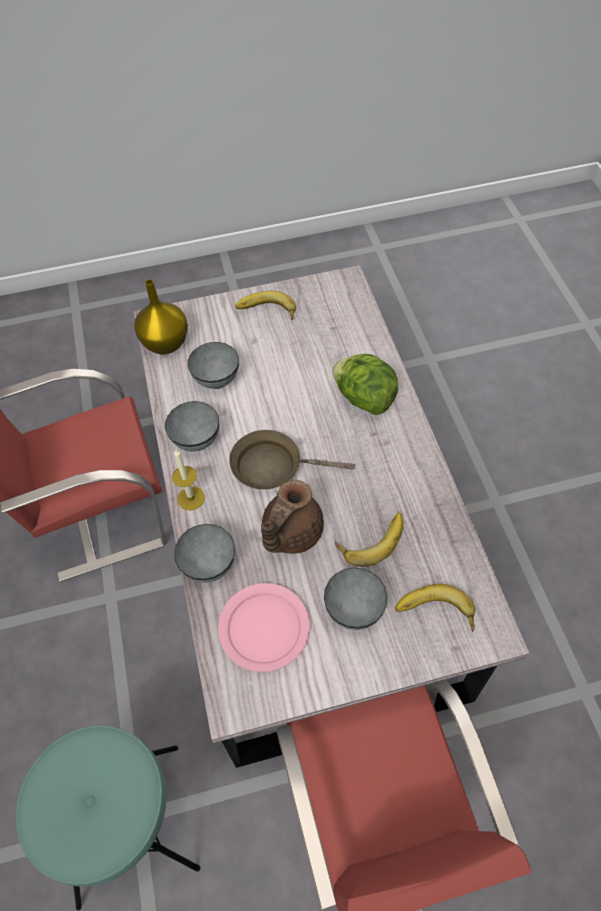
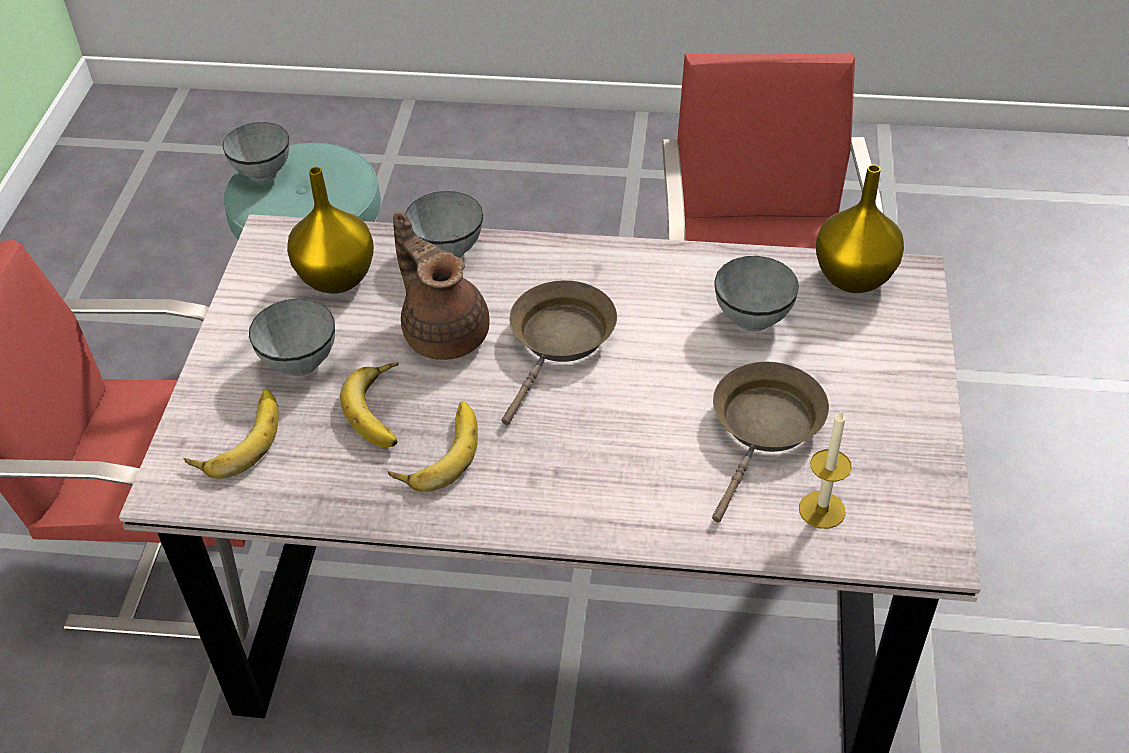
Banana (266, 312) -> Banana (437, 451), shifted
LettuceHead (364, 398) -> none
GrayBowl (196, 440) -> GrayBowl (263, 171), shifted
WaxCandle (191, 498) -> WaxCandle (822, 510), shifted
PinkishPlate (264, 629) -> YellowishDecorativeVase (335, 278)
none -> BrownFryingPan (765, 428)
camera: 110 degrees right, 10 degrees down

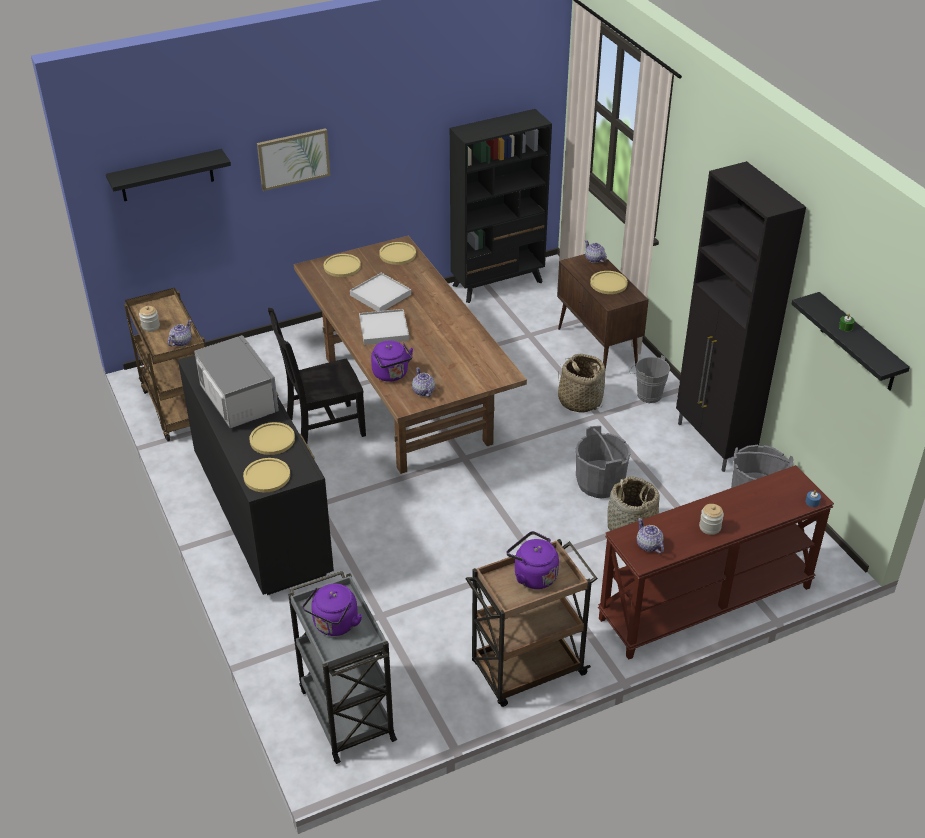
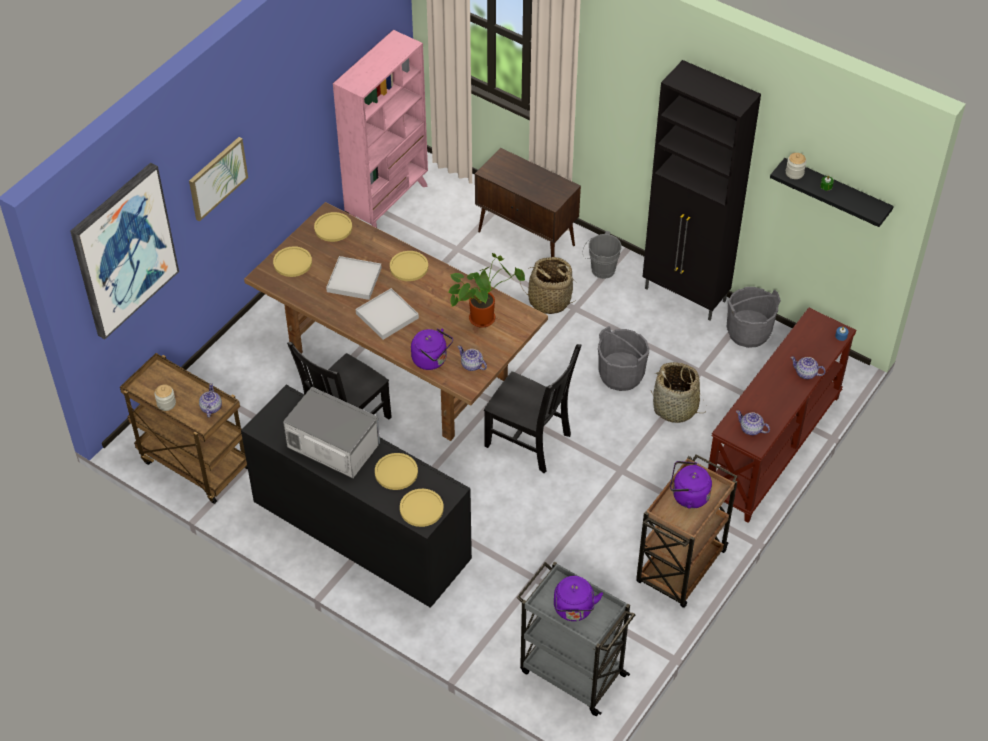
BlackBookshelf (498, 283) -> PinkishBookshelf (388, 203)
BlackShelf (167, 175) -> WallPicture (123, 250)
TeaPot (594, 259) -> TeaPot (806, 373), shifted
YellowishPlate (608, 283) -> YellowishPlate (409, 267), shifted
StorageJar (710, 527) -> StorageJar (794, 173), shifted
none -> Houseplant (483, 317)
none -> BlackPlainChair (530, 441)
camera: 30 degrees left, 10 degrees up

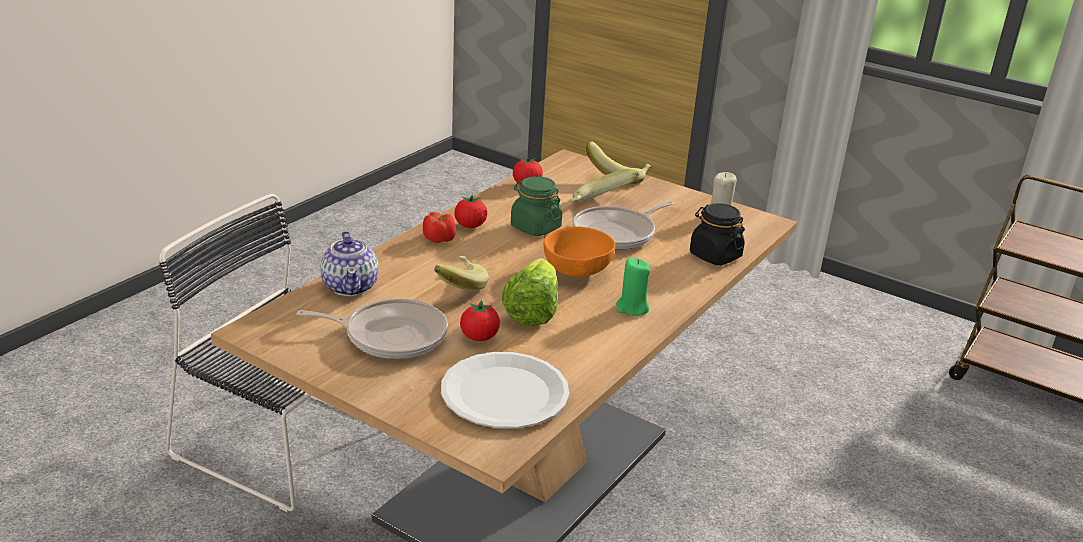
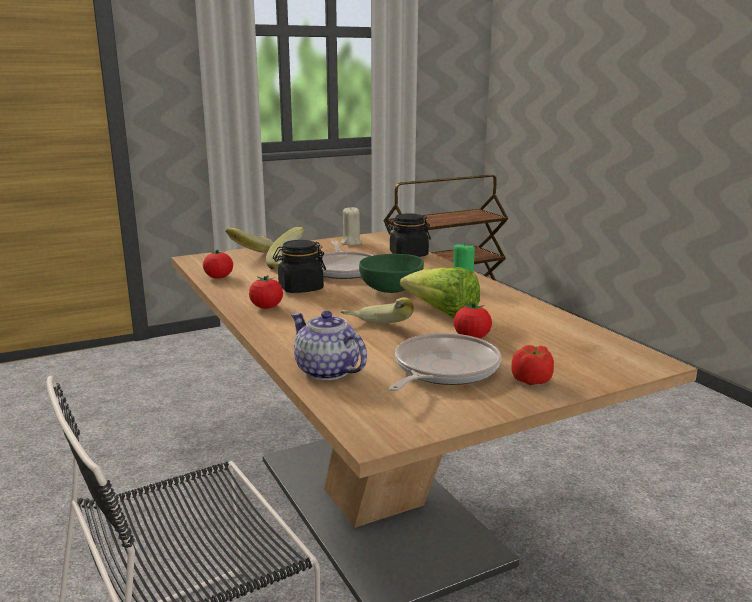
GreenColouredStorageJar (535, 227) -> BlackStorageJar (300, 288)
Tomato (439, 239) -> Tomato (532, 380), shifted
OrangeBowl (577, 272) -> GreenColouredBowl (392, 291)
TeaPot (351, 286) -> TeaPot (327, 371), 150 degrees counterclockwise
WhiteColouredPlate (505, 393) -> none
camera: 60 degrees left, 10 degrees down

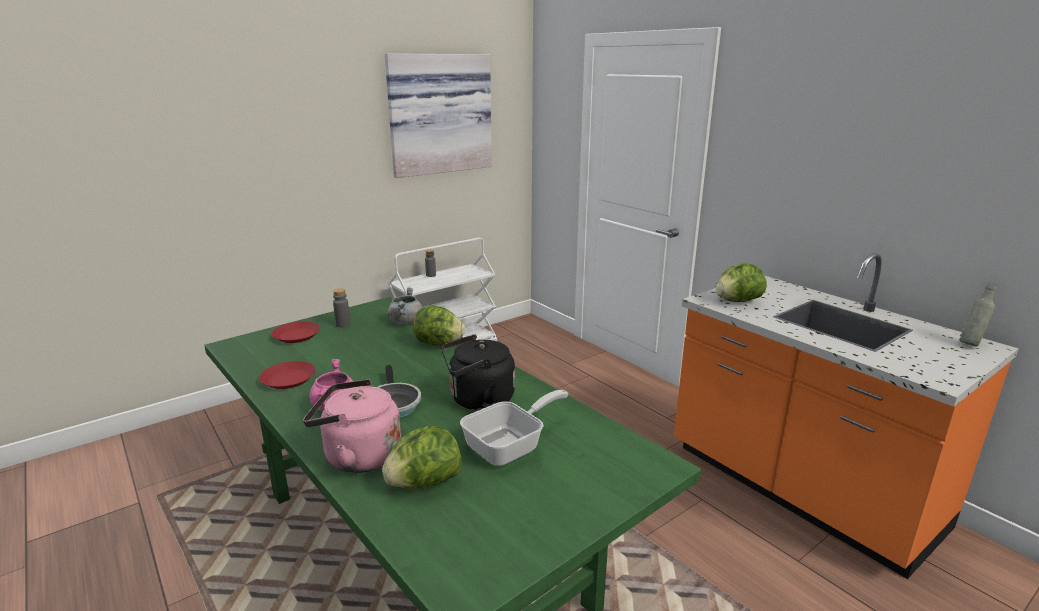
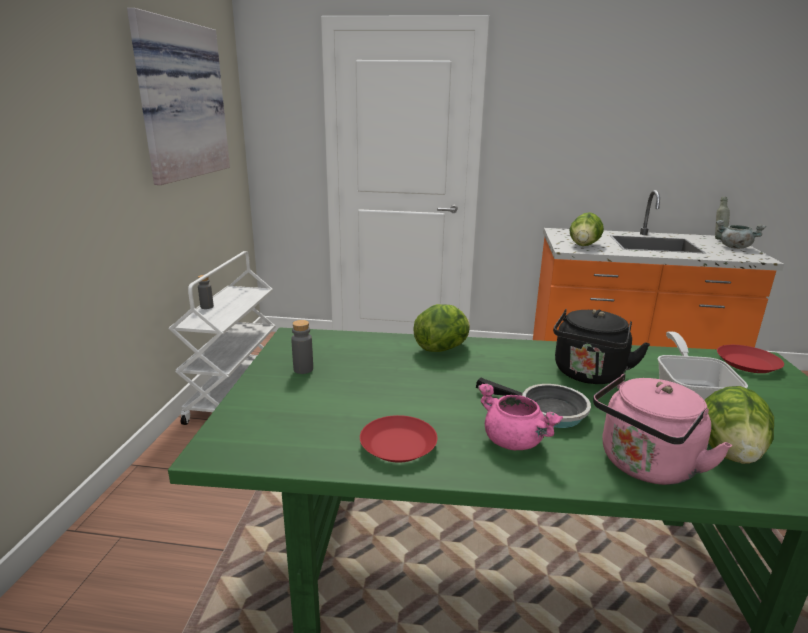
GrayCookingPot (405, 321) -> GrayCookingPot (734, 247), shifted
ReddishPlate (297, 336) -> ReddishPlate (747, 363), shifted
camera: 45 degrees left, 0 degrees up

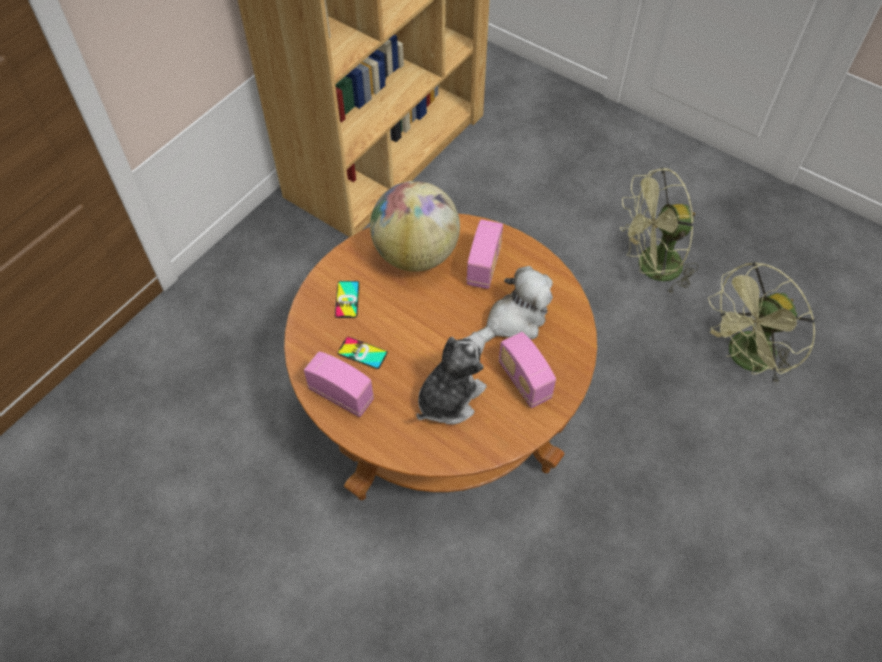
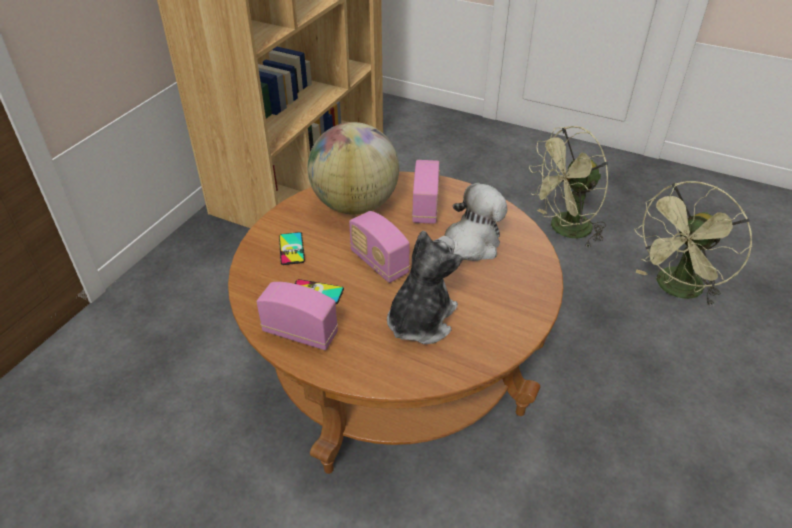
RadioSet (524, 381) -> RadioSet (379, 263), shifted
camera: 10 degrees left, 15 degrees down

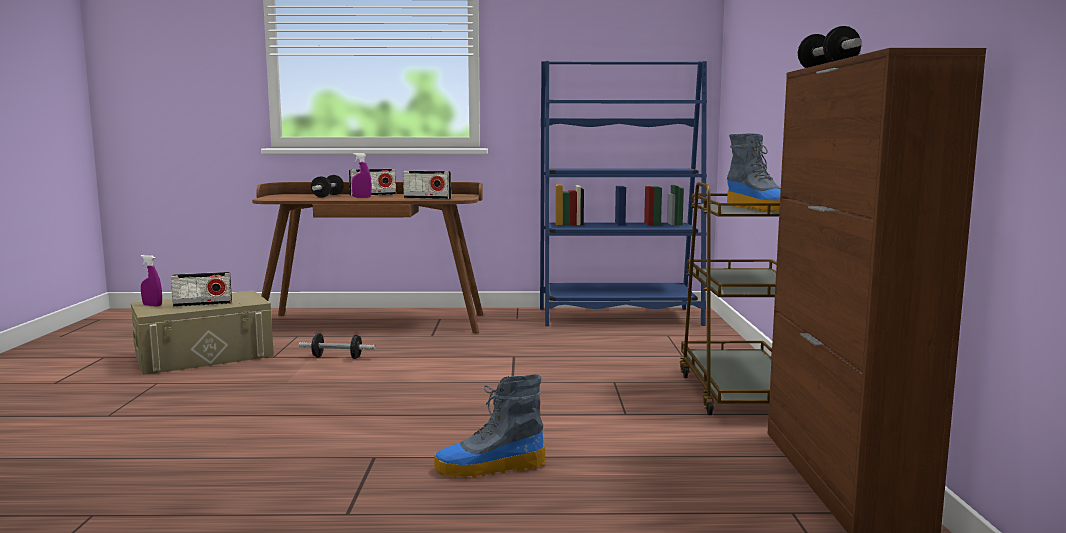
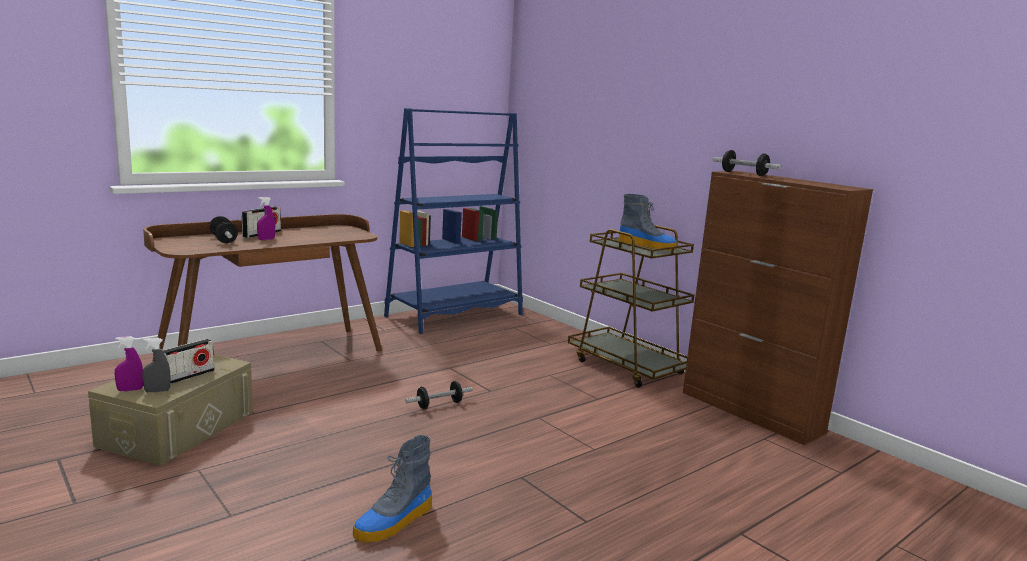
RadioSet (427, 198) -> none
FreeWeight (337, 357) -> FreeWeight (439, 405), shifted
Boot (489, 468) -> Boot (394, 522), shifted
none -> GraySprayer (157, 391)
camera: 40 degrees left, 5 degrees up

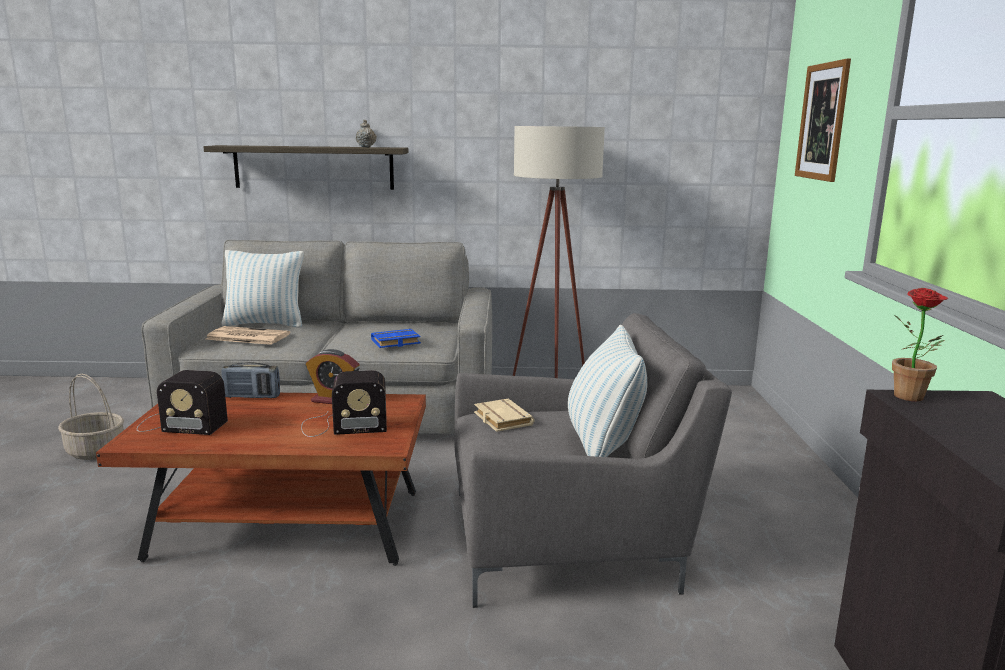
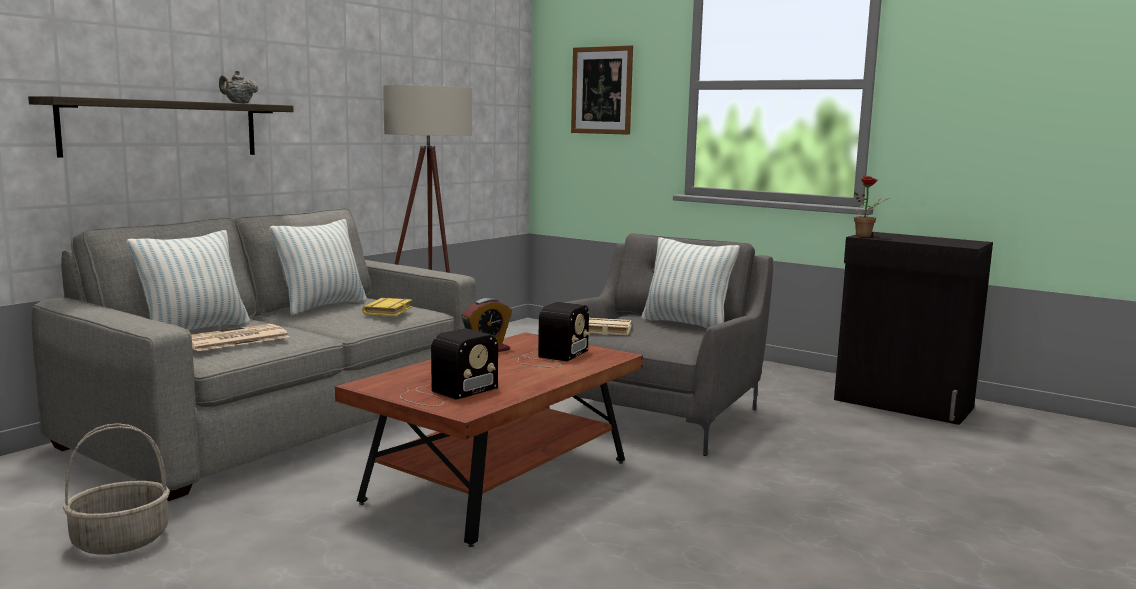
BlueColouredBoundBook (395, 342) -> YellowishBoundBook (389, 311)
RadioSet (252, 396) -> none
none -> Pillow (322, 306)
camera: 55 degrees left, 5 degrees down

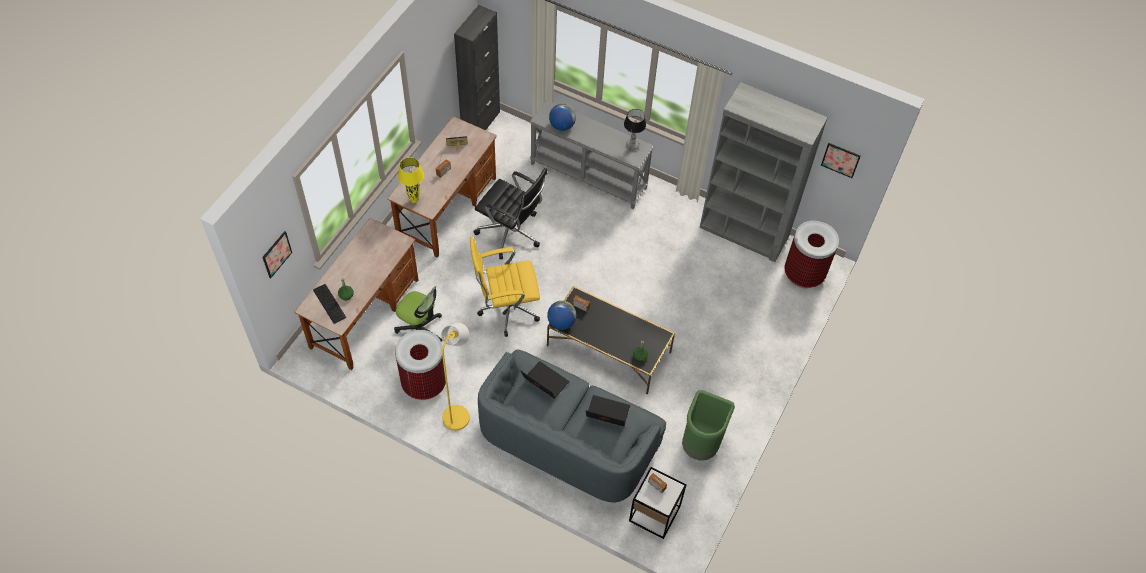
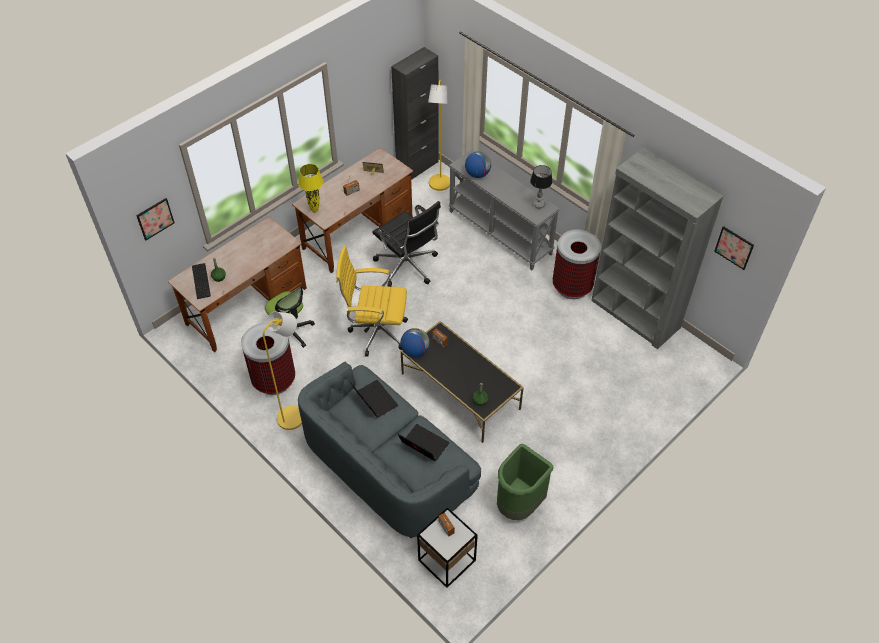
WasteBin (804, 274) -> WasteBin (572, 286), shifted
none -> YellowishFloorLamp (439, 186)
camera: 20 degrees right, 5 degrees down

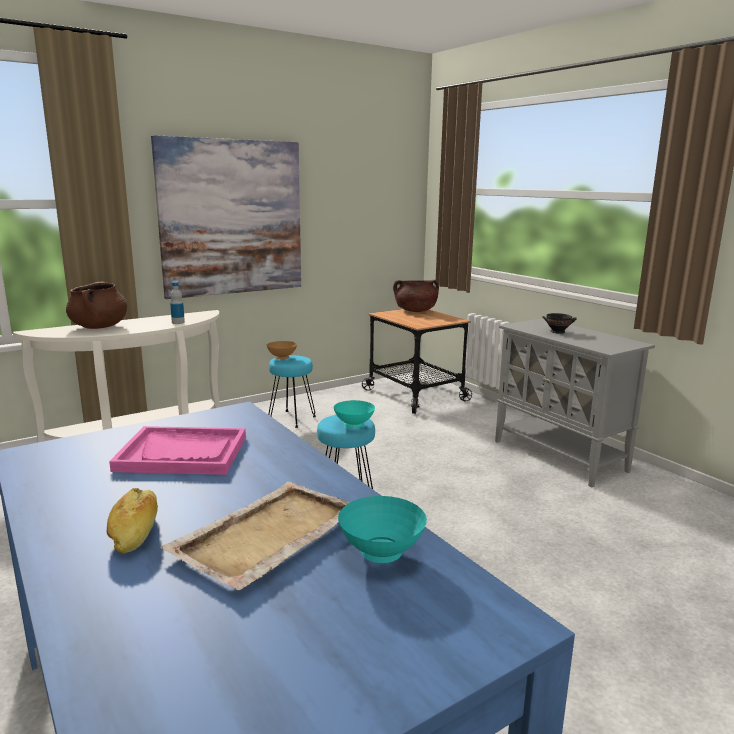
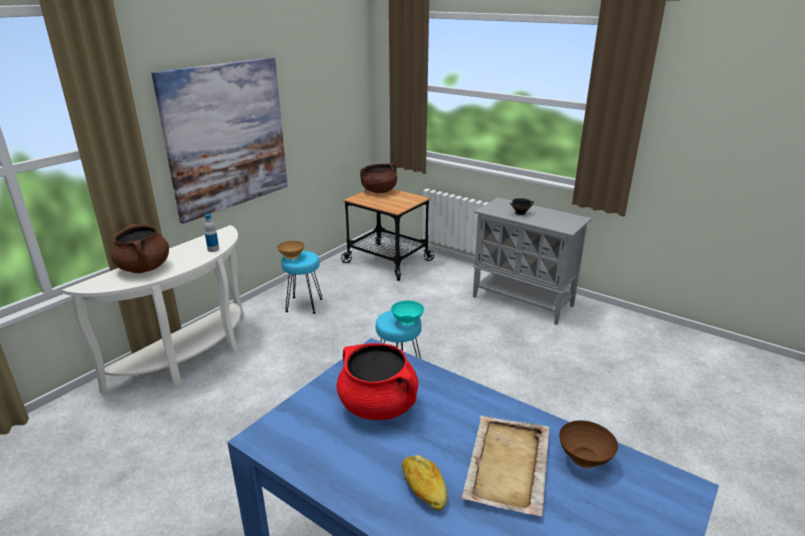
PinkishCarryingTray (183, 453) -> ReddishCookingPot (378, 406)
TurquoiseColouredBowl (379, 554) -> BrownBowl (583, 460)
camera: 20 degrees left, 10 degrees up

